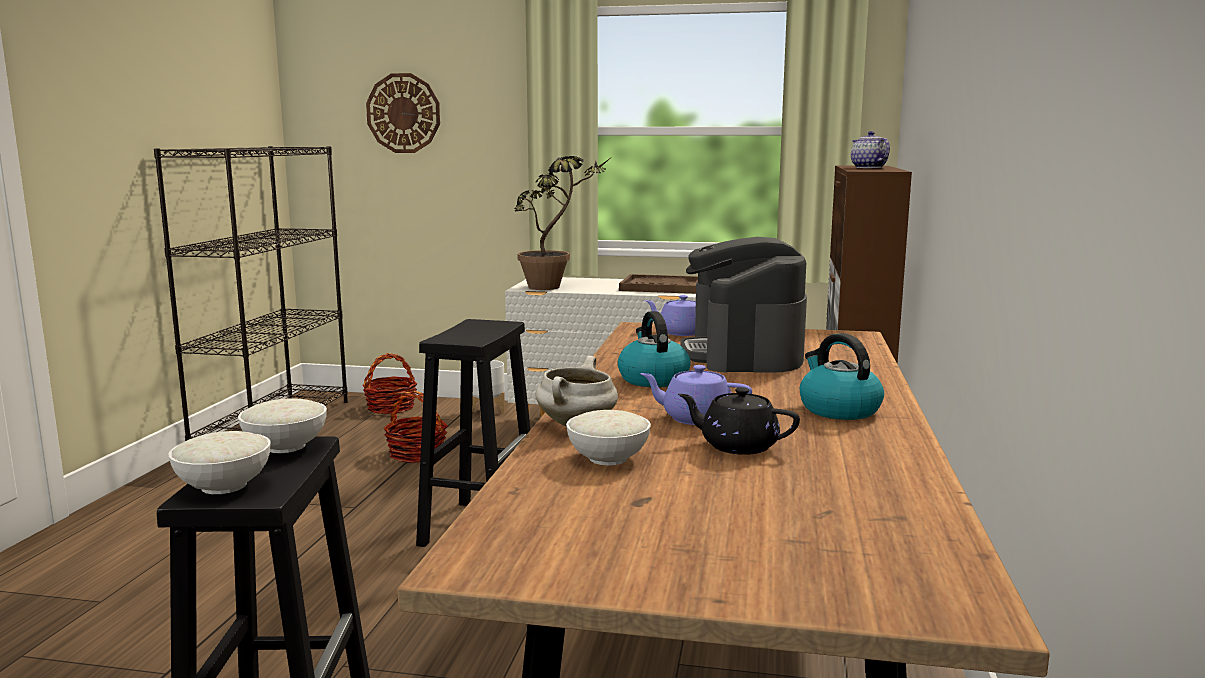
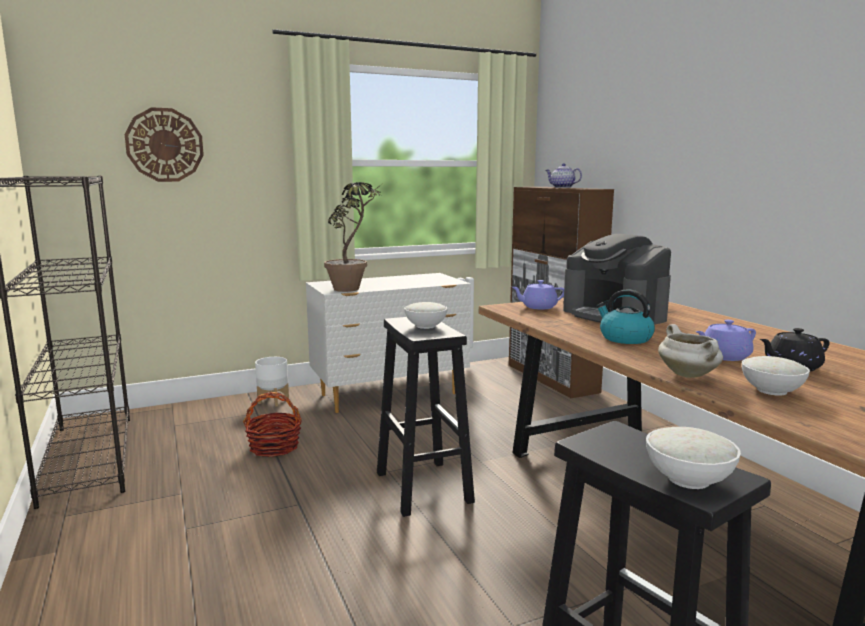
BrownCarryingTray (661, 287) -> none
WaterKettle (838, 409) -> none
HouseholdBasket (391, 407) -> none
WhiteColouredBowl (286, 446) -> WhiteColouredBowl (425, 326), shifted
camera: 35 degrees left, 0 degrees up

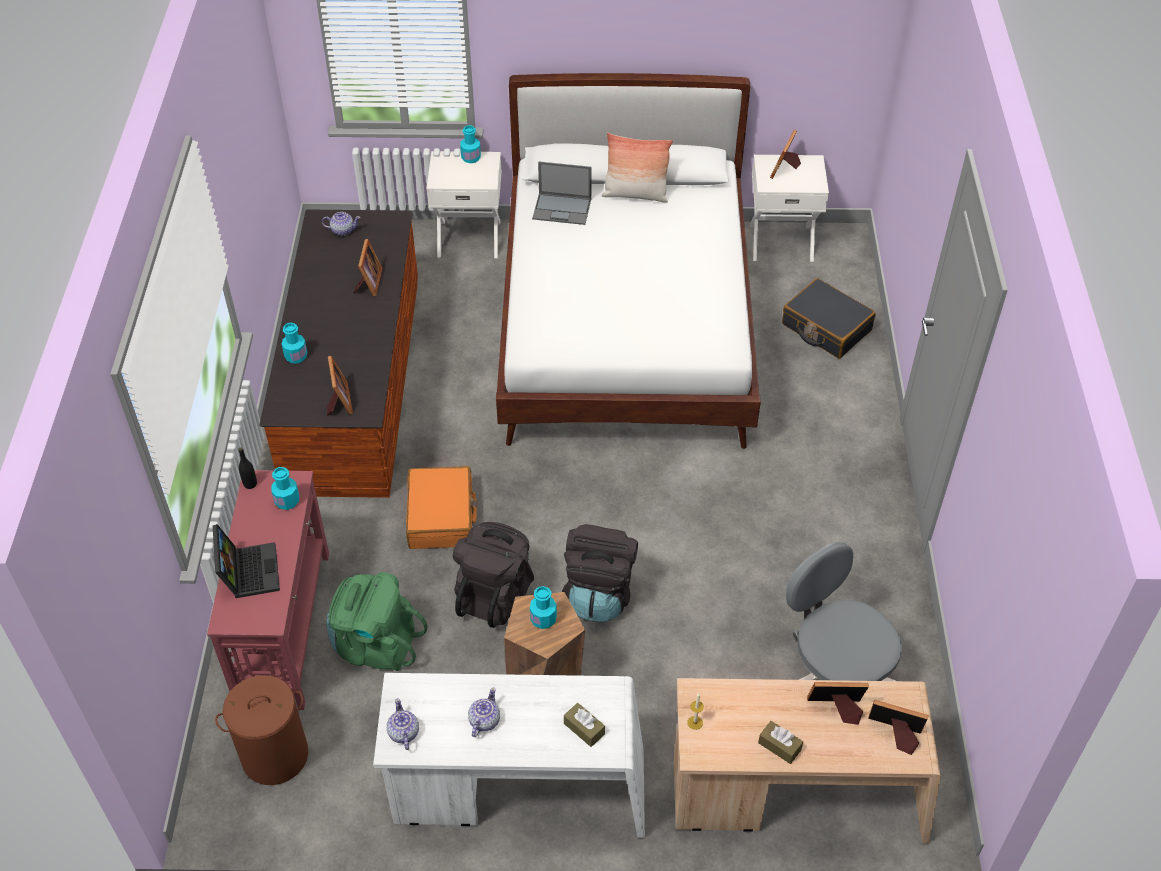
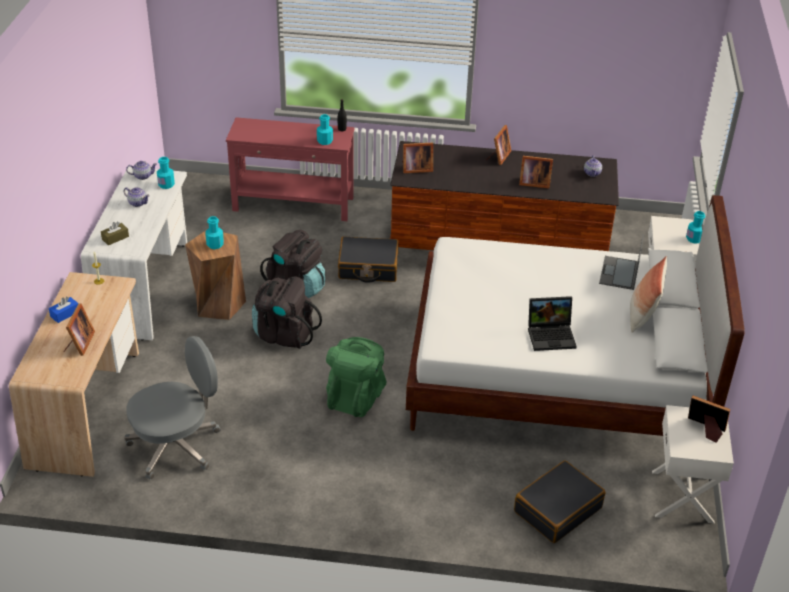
TurquoiseColouredDrinkBottle (296, 356) -> TurquoiseColouredDrinkBottle (166, 185), shifted
OrangeTravelCase (441, 516) -> BlackTravelCase (368, 267)
Laptop (248, 570) -> Laptop (552, 335), shifted
GreenColouredBackpack (375, 645) -> GreenColouredBackpack (356, 397), shifted
BrownLaundryBasket (274, 755) -> none
PhotoFrame (894, 734) -> PhotoFrame (498, 157), shifted
BrownTissueBox (779, 746) -> BlueColouredTissueBox (65, 314)
camera: 95 degrees right, 10 degrees down

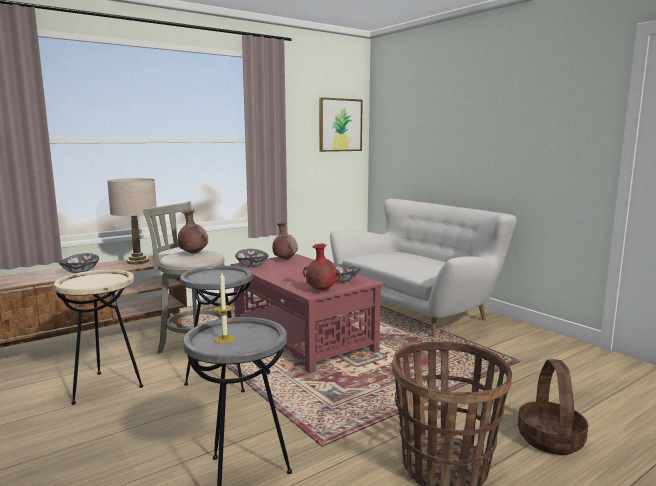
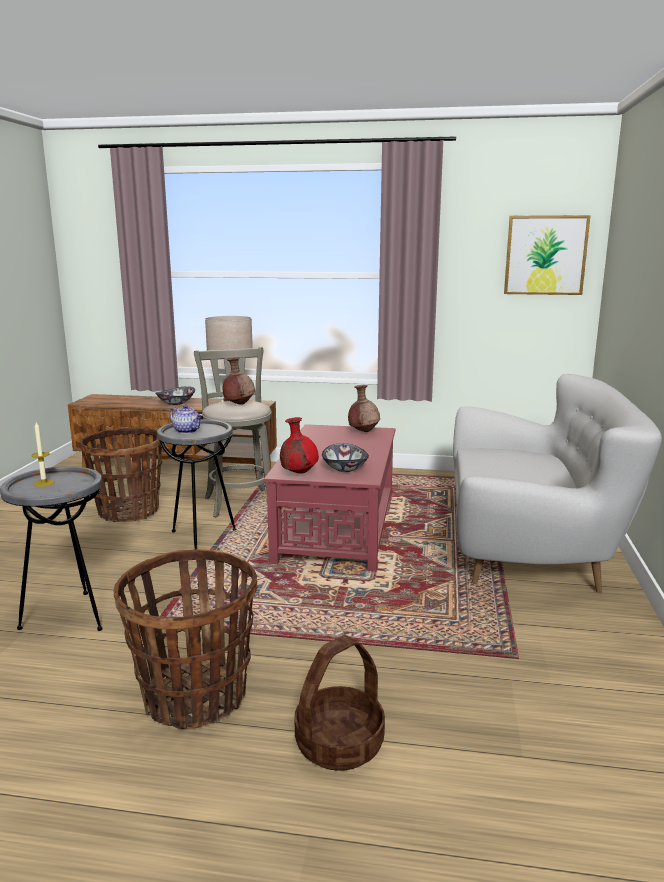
Bowl (252, 265) -> none
SandColouredSideTable (105, 387) -> HouseholdBasket (128, 512)
none -> TeaPot (187, 431)
camera: 45 degrees right, 5 degrees up

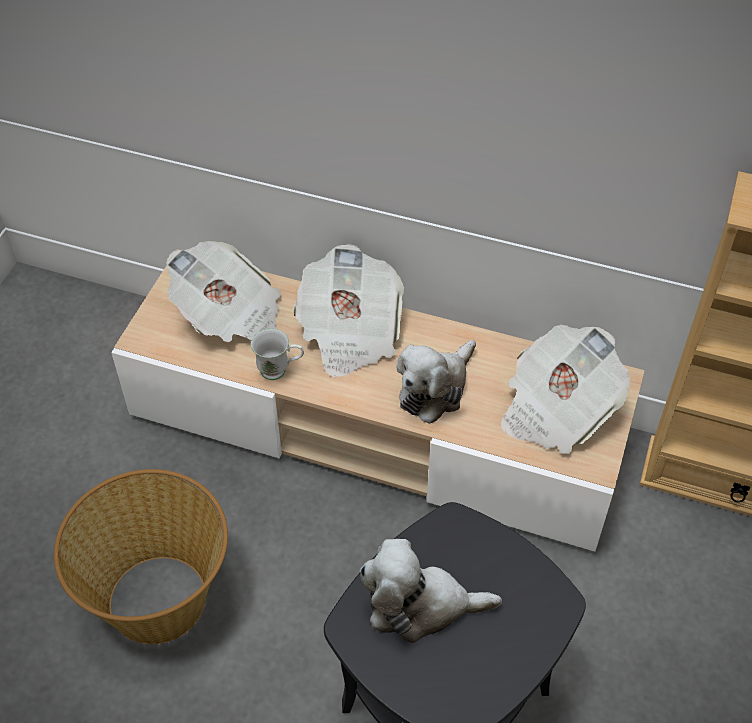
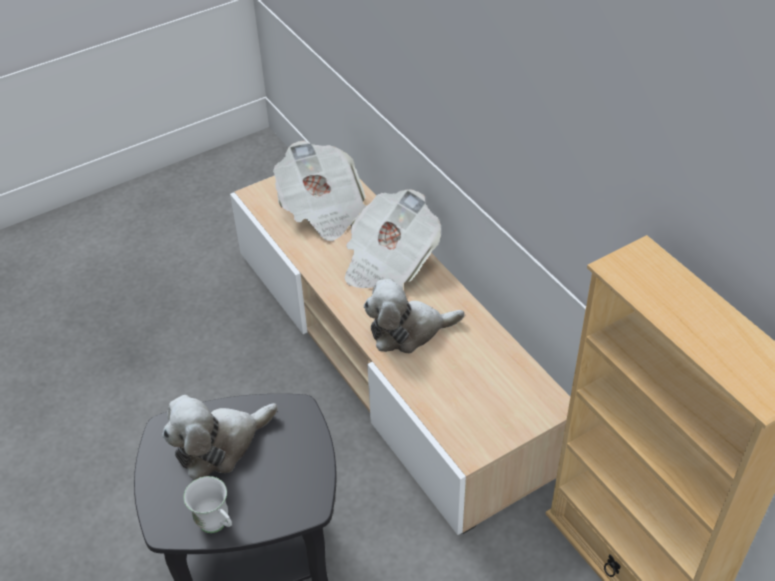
DailyPaper (556, 409) -> none
WhiteColouredTeaMug (280, 371) -> WhiteColouredTeaMug (217, 526), shifted
HouseholdBasket (159, 598) -> none
PlushToy (420, 605) -> PlushToy (219, 445), 75 degrees counterclockwise
camera: 40 degrees right, 5 degrees down

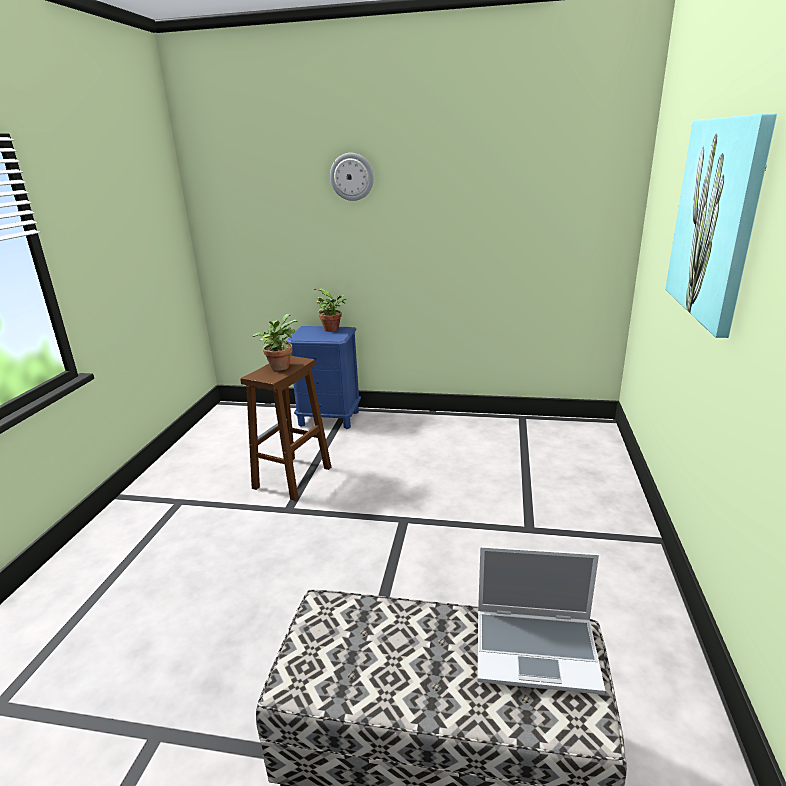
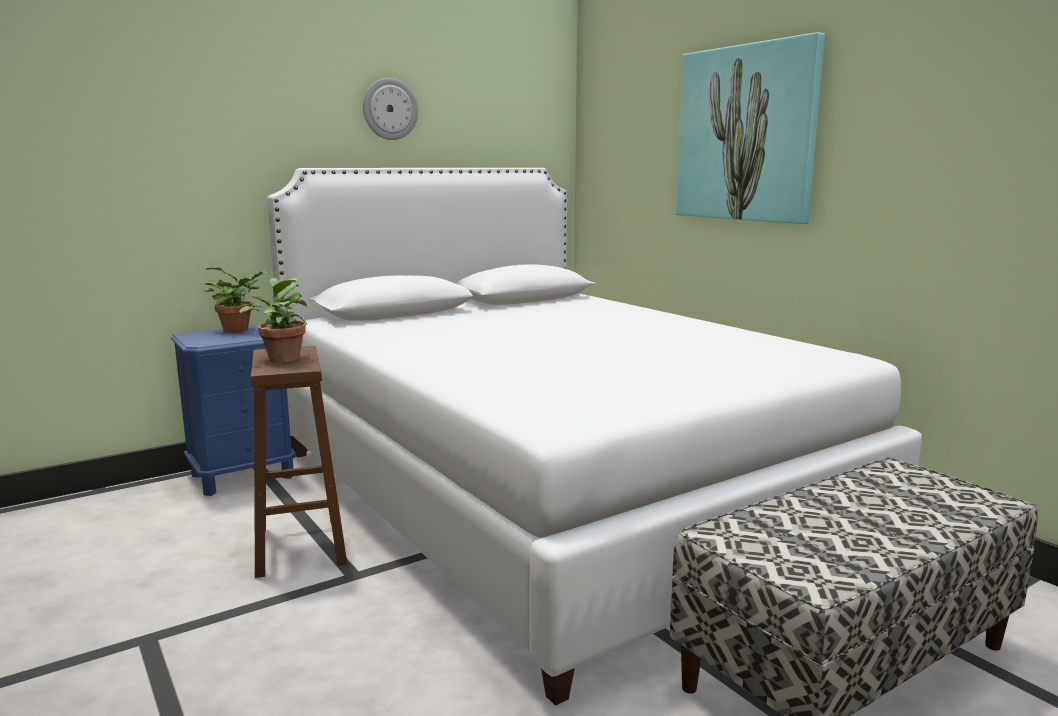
ClockOnTheWall (352, 177) -> ClockOnTheWall (390, 109), shifted
Laptop (537, 650) -> none
none -> WhiteColouredBedroomBed (553, 494)
camera: 45 degrees left, 10 degrees down

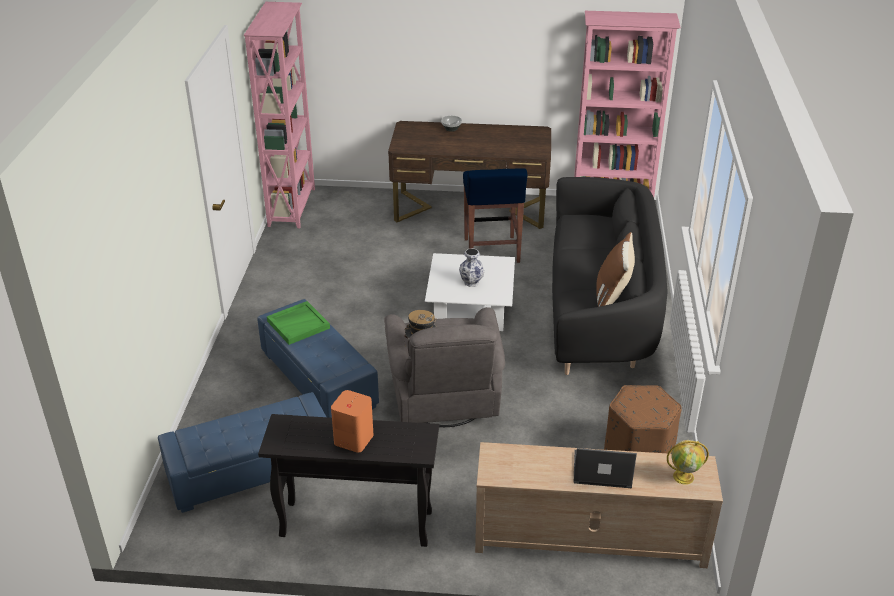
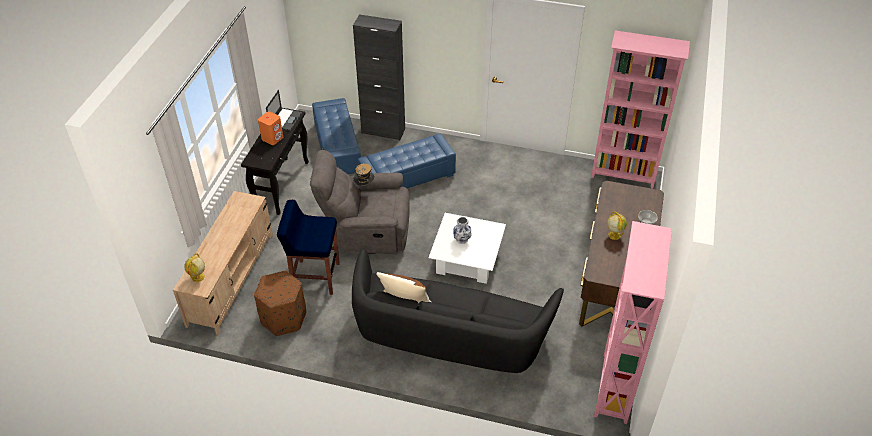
BlueColouredStoolSeat (491, 251) -> BlueColouredStoolSeat (315, 277), shifted
GreenColouredCarryingTray (298, 324) -> none
Laptop (601, 469) -> Laptop (285, 119), shifted
none -> BlackCupboard (383, 131)
none -> DeskGlobe (614, 235)
camera: 100 degrees right, 10 degrees up

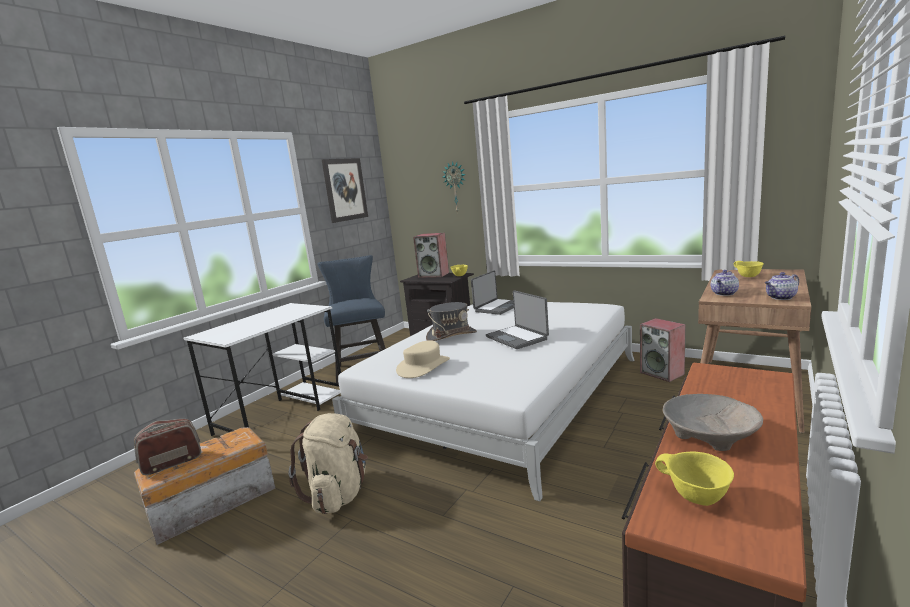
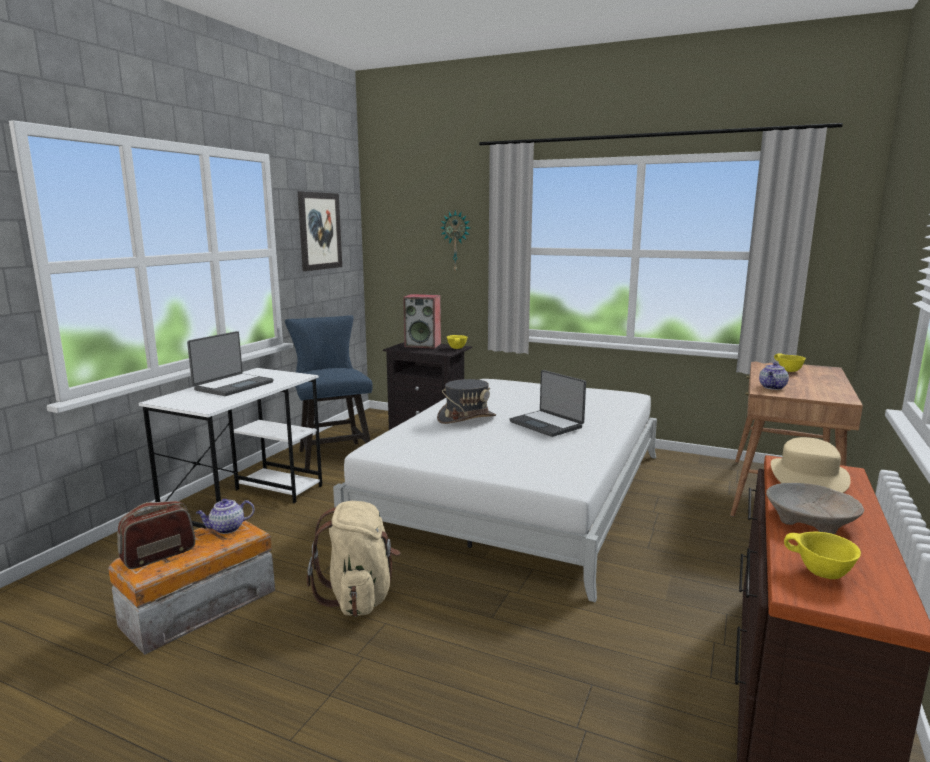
Laptop (497, 307) -> Laptop (233, 386), shifted
TeaPot (780, 298) -> TeaPot (226, 529), shifted
Speaker (662, 373) -> none
SandColouredWearableHat (423, 366) -> SandColouredWearableHat (807, 478), shifted
camera: 10 degrees left, 0 degrees up

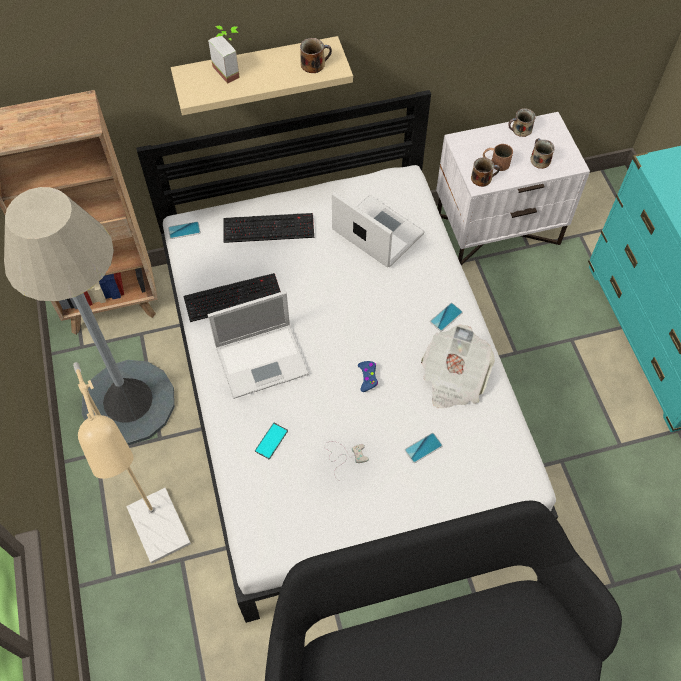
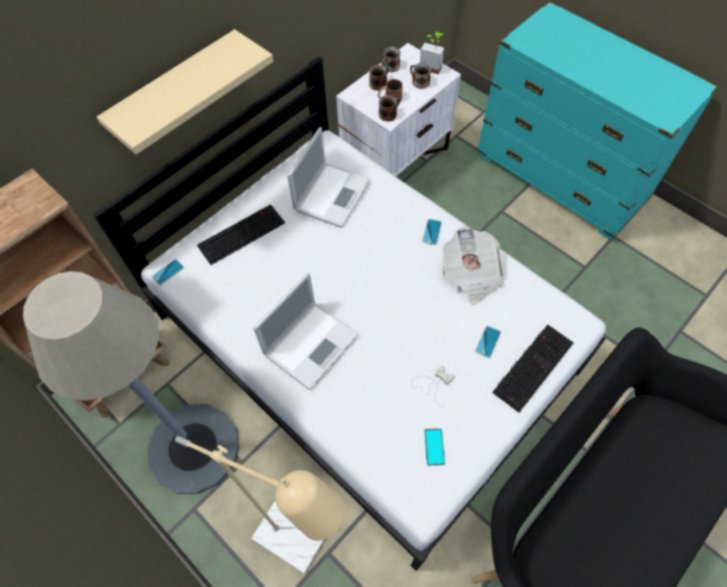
Houseplant (231, 69) -> Houseplant (431, 65), shifted
TeaMug (314, 64) -> TeaMug (378, 83), shifted
Laptop (376, 231) -> Laptop (332, 194), 105 degrees clockwise
ComputerKeyboard (233, 296) -> ComputerKeyboard (532, 365), shifted
BlueColouredGamepad (368, 377) -> none
Telephone (271, 441) -> Telephone (434, 447), shifted
camera: 30 degrees left, 0 degrees up

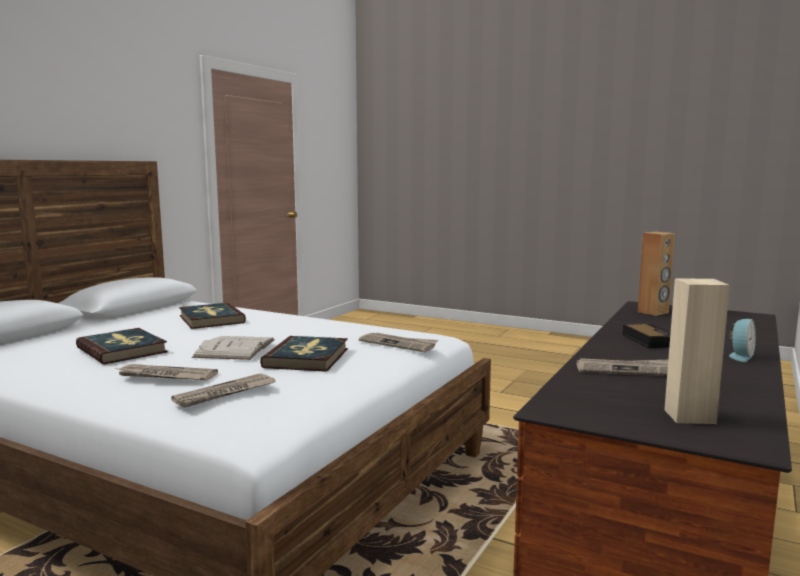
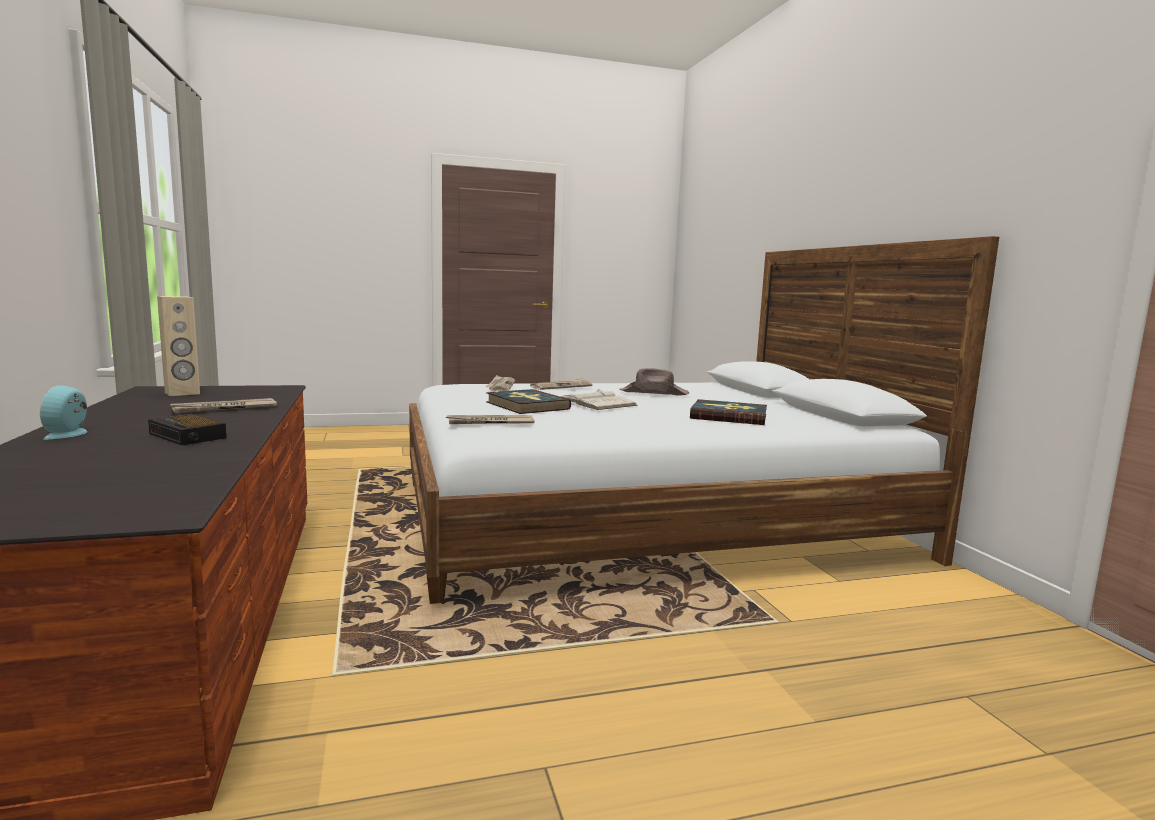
BrownSpeaker (653, 312) -> none
BoundBook (122, 350) -> BrownWearableHat (654, 393)
camera: 135 degrees right, 0 degrees up

